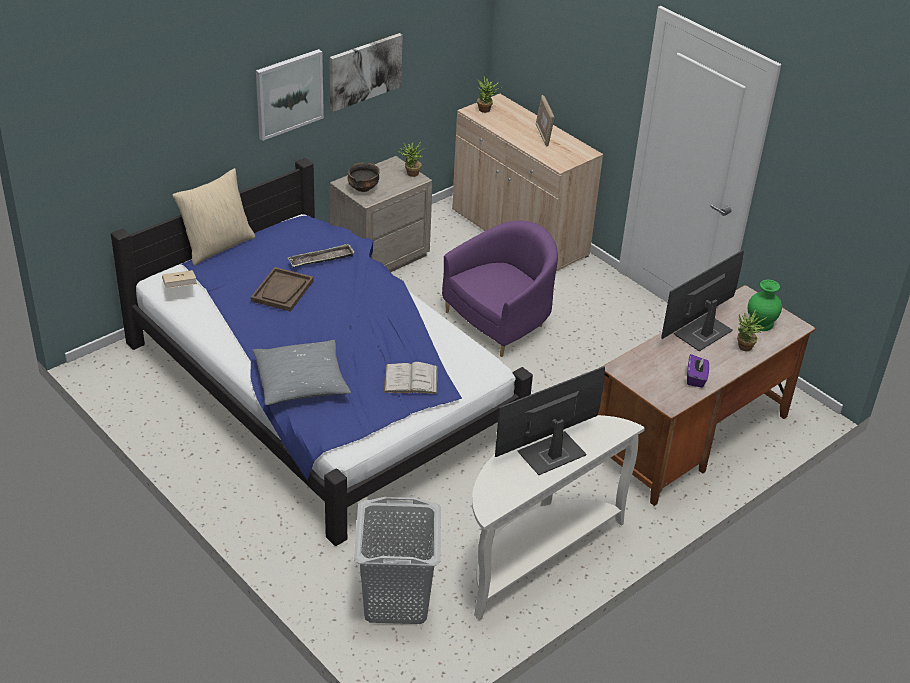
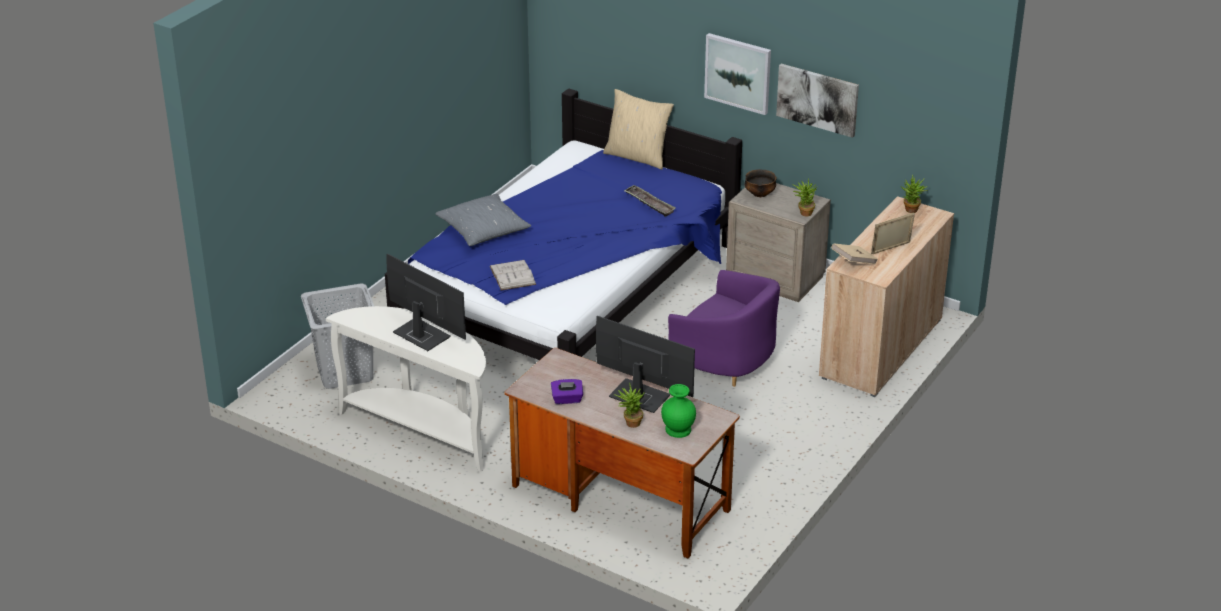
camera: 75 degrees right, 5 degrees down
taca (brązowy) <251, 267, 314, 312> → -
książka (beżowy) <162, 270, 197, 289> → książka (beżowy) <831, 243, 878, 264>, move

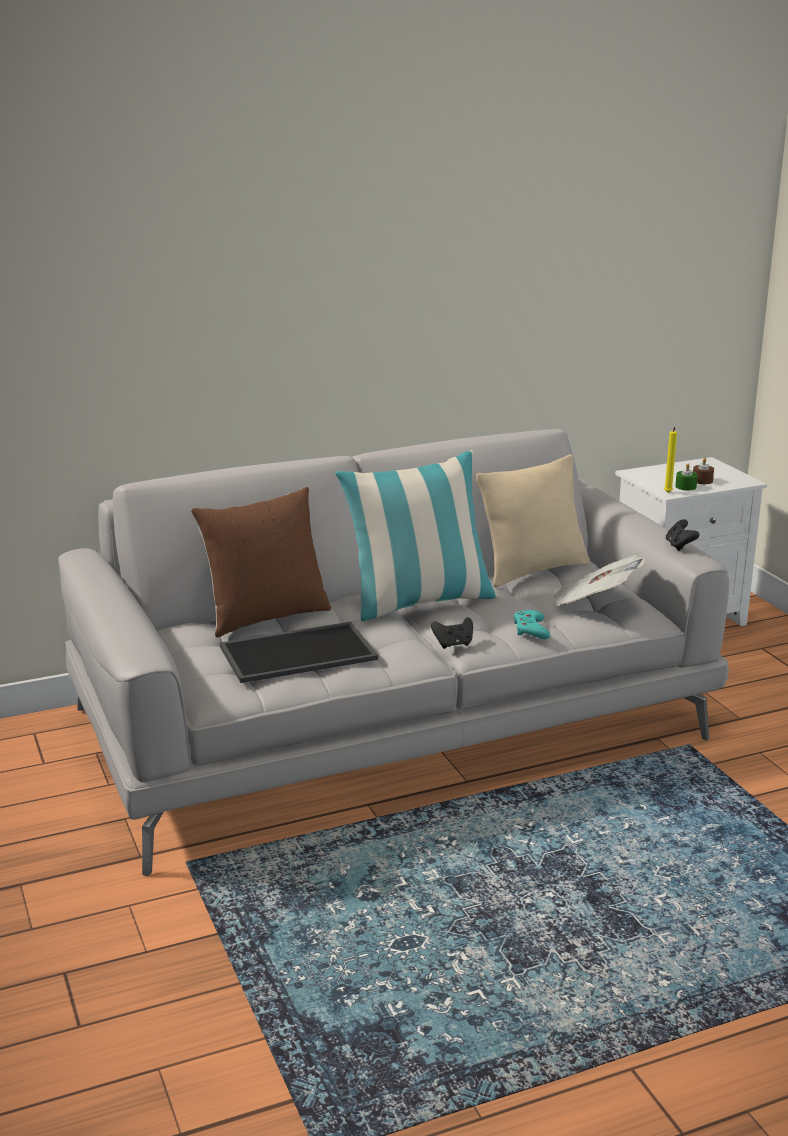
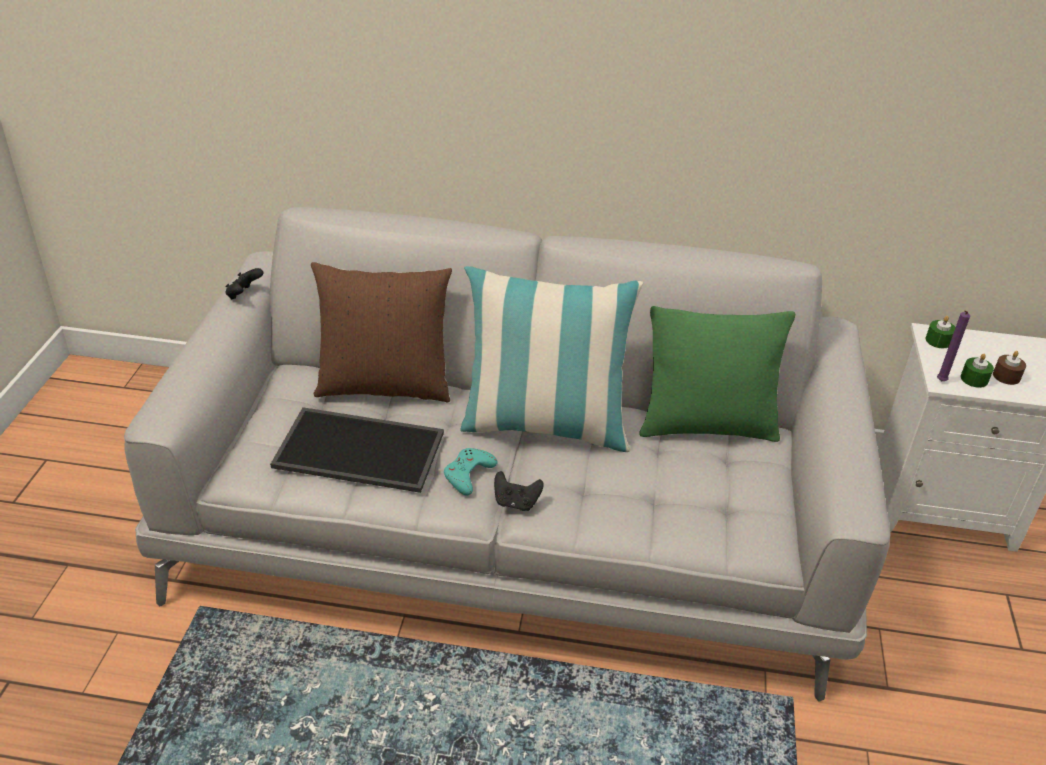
camera: 30 degrees right, 15 degrees up
gazeta <553, 555, 645, 607> → -
- → świeca (zielony) <925, 316, 956, 348>
pad do gier (turkusowy) <514, 610, 550, 639> → pad do gier (turkusowy) <444, 448, 498, 496>, move
pad do gier (czarny) <665, 519, 699, 551> → pad do gier (czarny) <225, 268, 264, 300>, move
poduszka (beżowy) <476, 454, 590, 587> → poduszka (zielony) <639, 306, 795, 442>
świeca (żółty) <664, 427, 677, 493> → świeca (fioletowy) <937, 310, 970, 381>

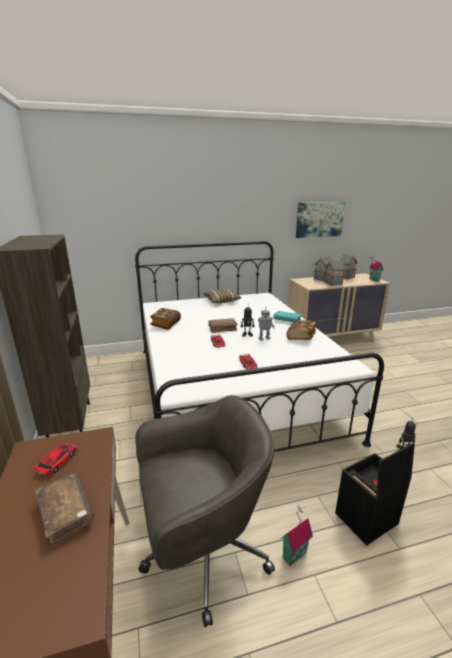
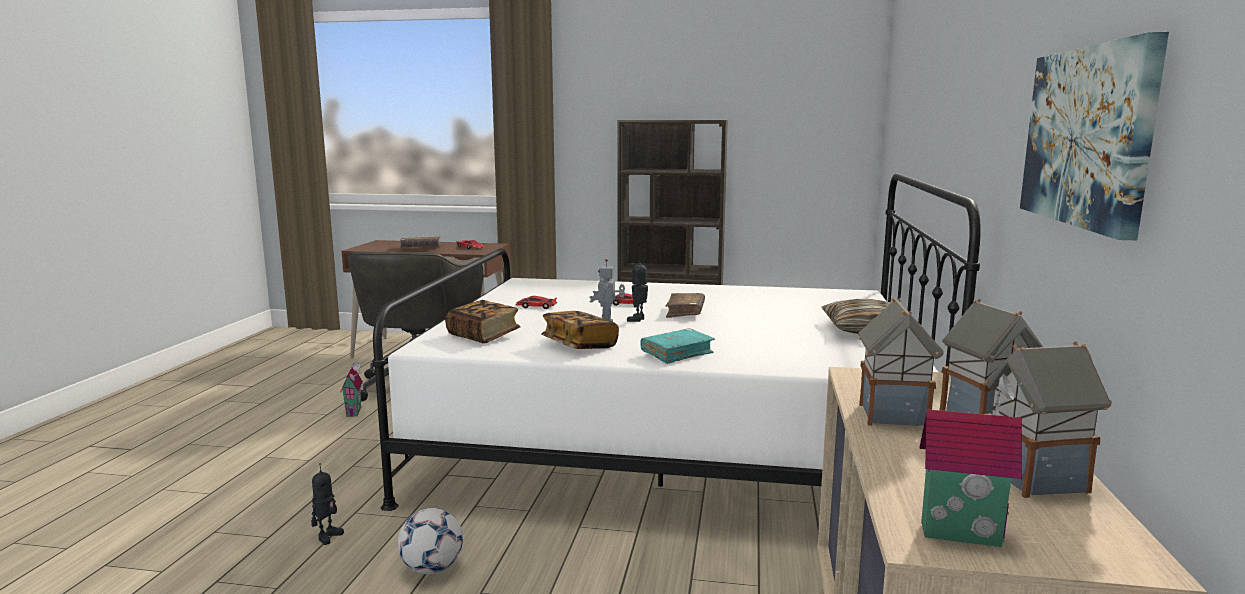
camera: 115 degrees right, 10 degrees down
pojemnik do przechowywania (czarny) <335, 443, 415, 545> → -
- → piłka futbolowa <398, 508, 463, 574>
książka <150, 308, 181, 330> → książka <445, 300, 521, 344>, move

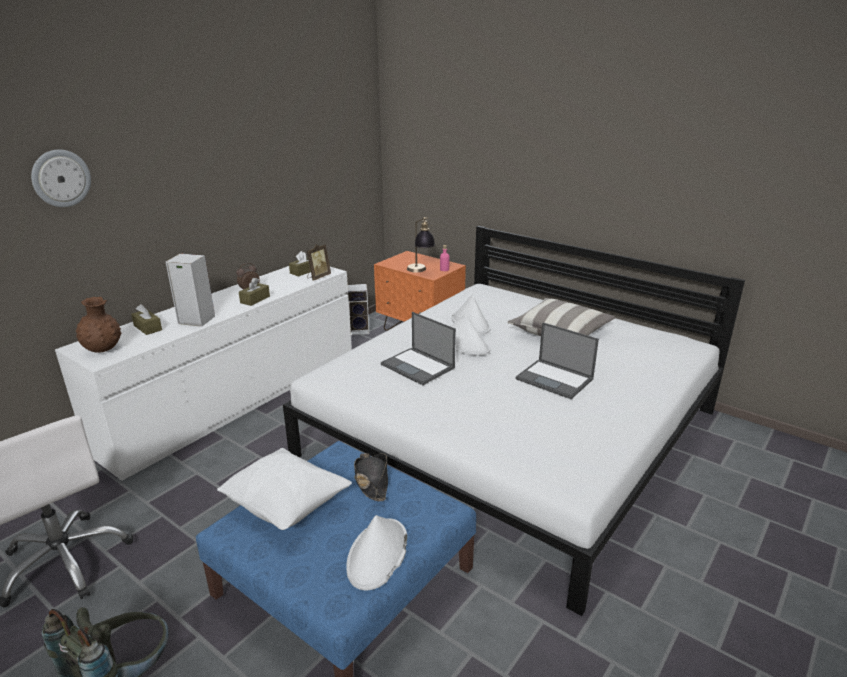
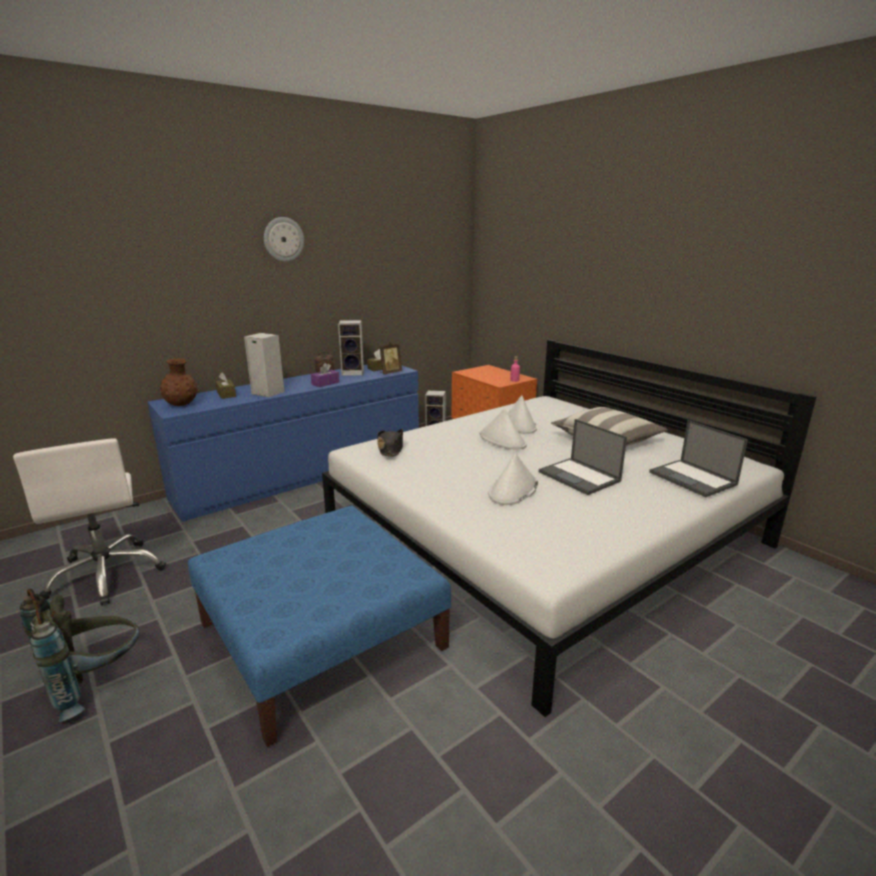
camera: 15 degrees right, 5 degrees down
poduszka (biały) <217, 448, 352, 530> → -
lampa stołowa <407, 217, 435, 272> → -
- → głośnik <338, 320, 364, 376>
zegar ścienny <31, 150, 91, 207> → zegar ścienny <264, 217, 304, 262>, move
kapelusz (biały) <346, 515, 407, 590> → kapelusz (biały) <489, 453, 538, 505>, move
kapelusz (czarny) <354, 453, 388, 501> → kapelusz (czarny) <377, 429, 403, 456>, move
laptop <381, 312, 456, 385> → laptop <649, 420, 748, 497>, move
komoda (biały) <55, 266, 352, 481> → komoda (niebieski) <147, 365, 419, 522>
pudełko chusteczek (brązowy) <239, 278, 270, 306> → pudełko chusteczek (fioletowy) <311, 363, 340, 387>

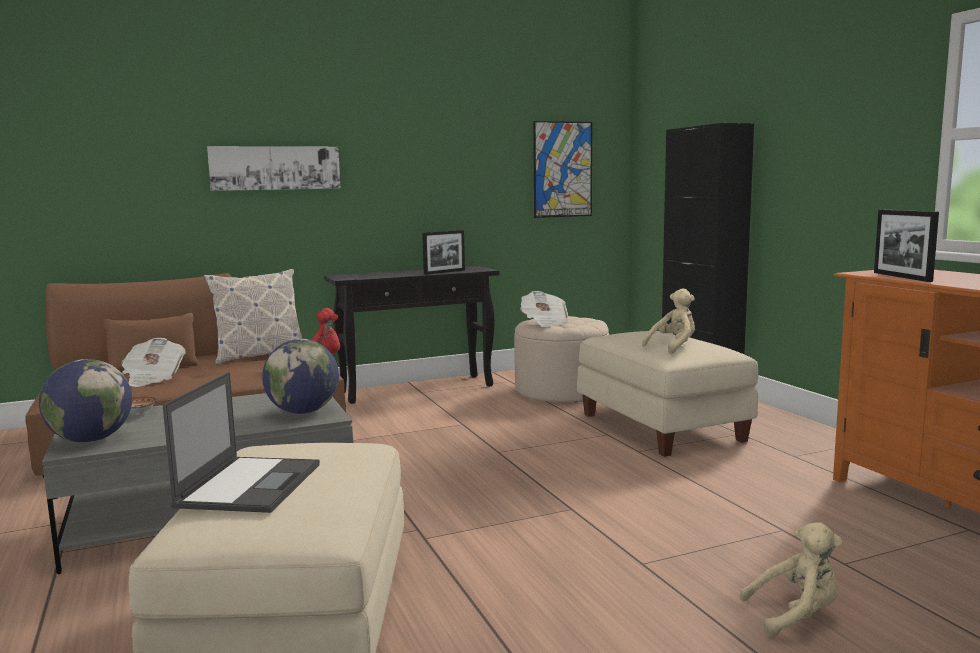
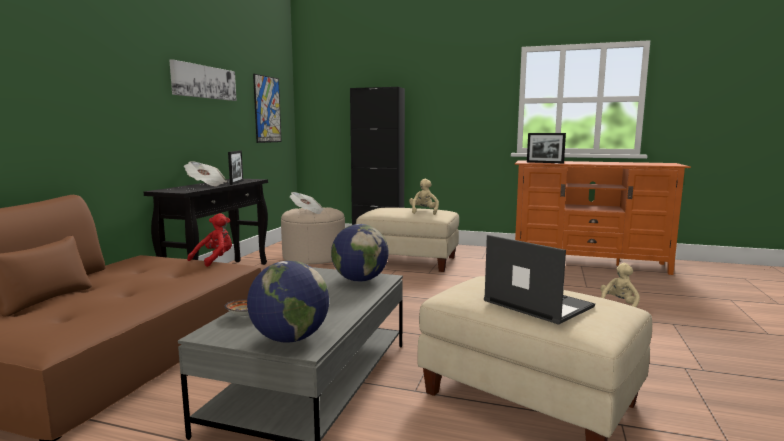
camera: 50 degrees left, 0 degrees up
poduszka <204, 269, 302, 365> → -
gazeta <121, 338, 186, 387> → gazeta <184, 161, 227, 186>, move
obraz <207, 146, 341, 191> → obraz <169, 59, 237, 101>, move

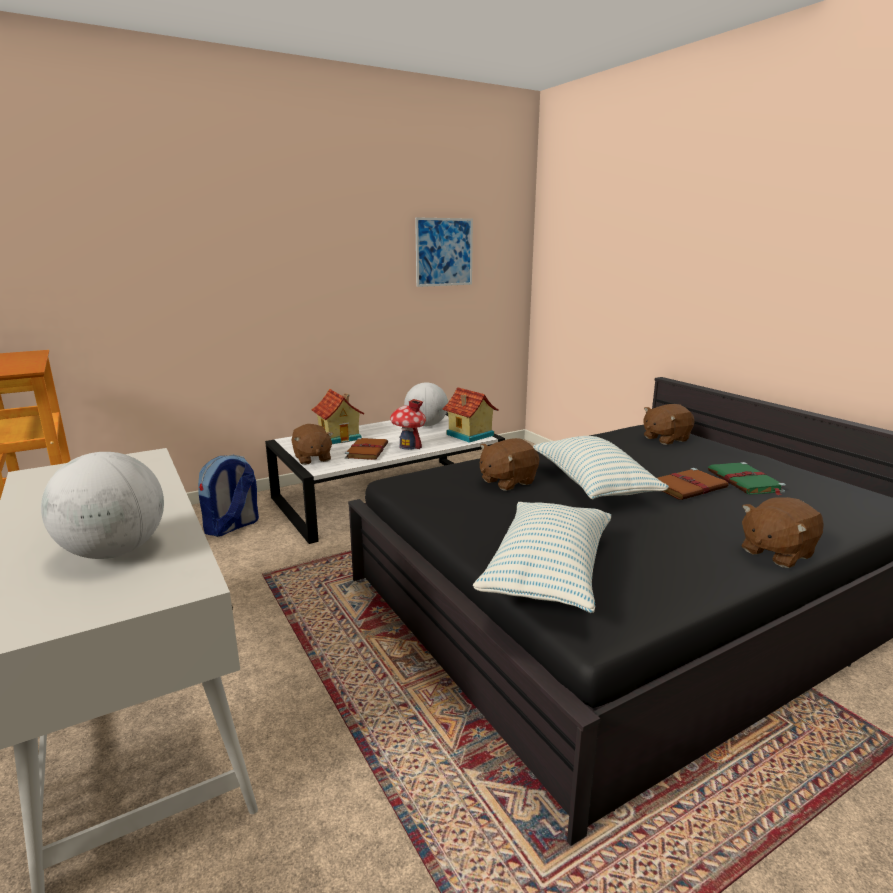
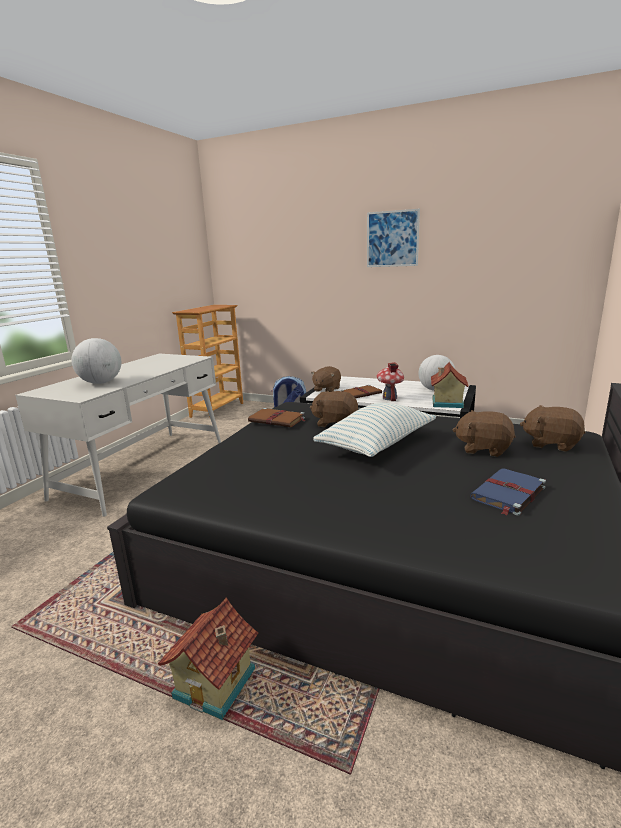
camera: 55 degrees right, 0 degrees up
poduszka <473, 502, 611, 613> → -
domek <311, 389, 364, 444> → domek <158, 598, 258, 720>, move
obraz <415, 217, 473, 287> → obraz <367, 208, 420, 267>, move
książka (brązowy) <657, 468, 729, 500> → książka (brązowy) <248, 408, 305, 427>, move
pluszak (brązowy) <742, 497, 824, 568> → pluszak (brązowy) <453, 410, 516, 457>, move
książka (zielony) <708, 462, 786, 495> → książka (niebieski) <470, 469, 546, 516>

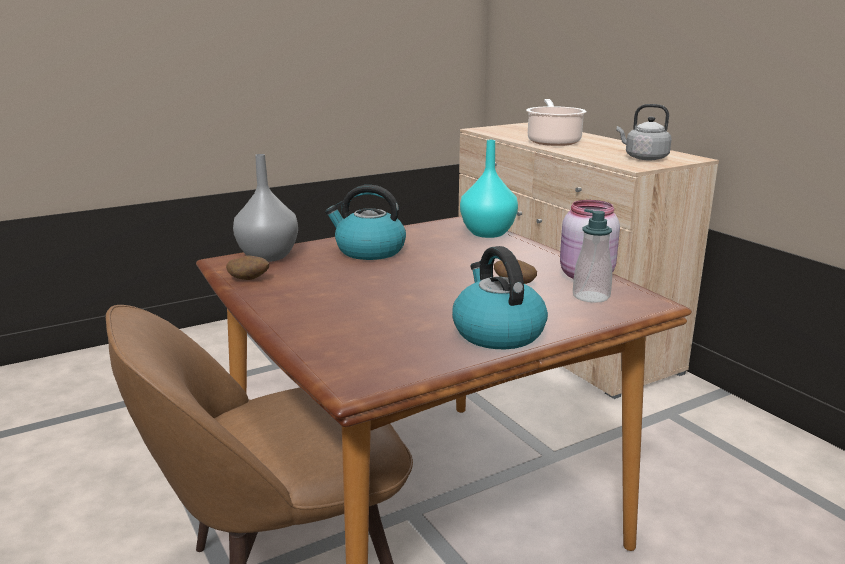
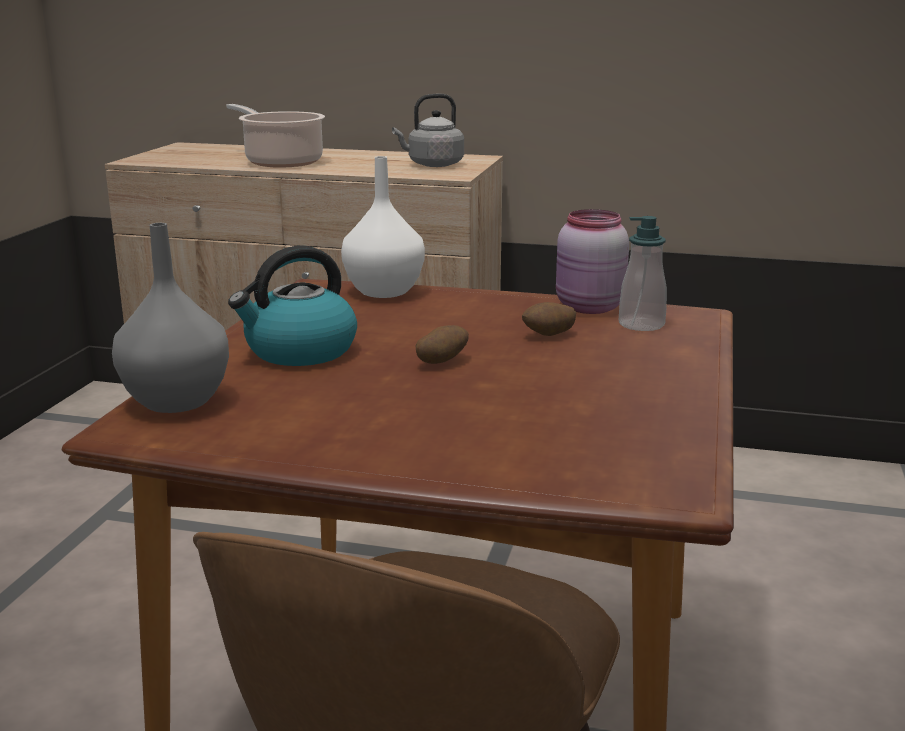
camera: 45 degrees left, 0 degrees up
czajnik <452, 246, 548, 349> → -
ziemniak <226, 256, 269, 280> → ziemniak <416, 325, 469, 364>, move
wazon (turkusowy) <460, 140, 518, 238> → wazon (biały) <341, 156, 425, 298>

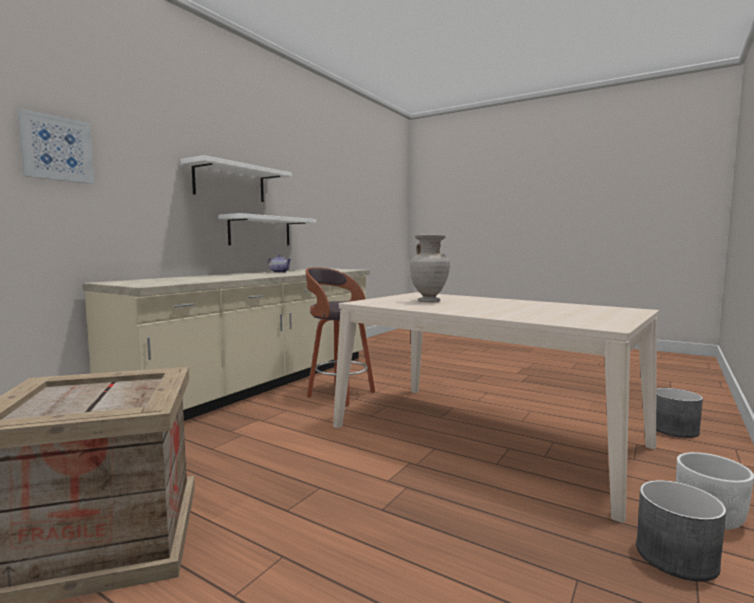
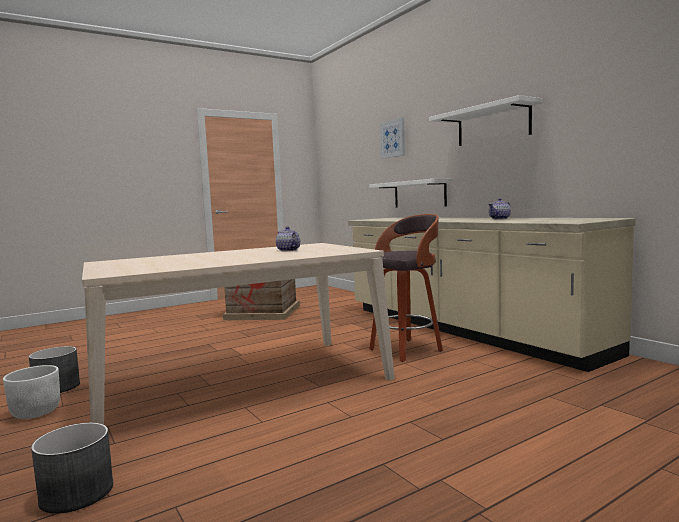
camera: 115 degrees right, 0 degrees up
półka (biały) <218, 213, 316, 245> → półka (biały) <369, 179, 454, 208>, move
wazon (beżowy) <410, 235, 450, 302> → imbryk <276, 226, 300, 251>

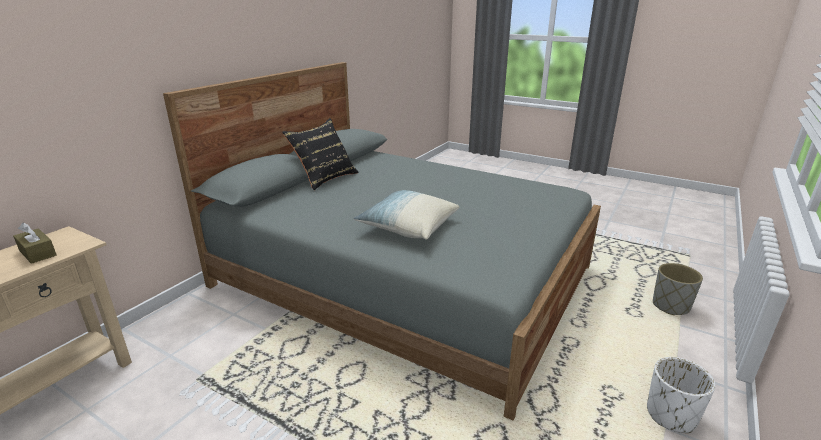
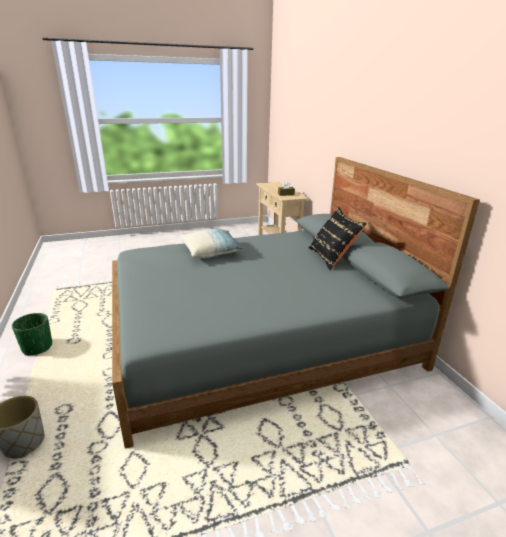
camera: 130 degrees right, 0 degrees up
donica (biały) <647, 357, 716, 433> → donica (zielony) <12, 313, 52, 356>

